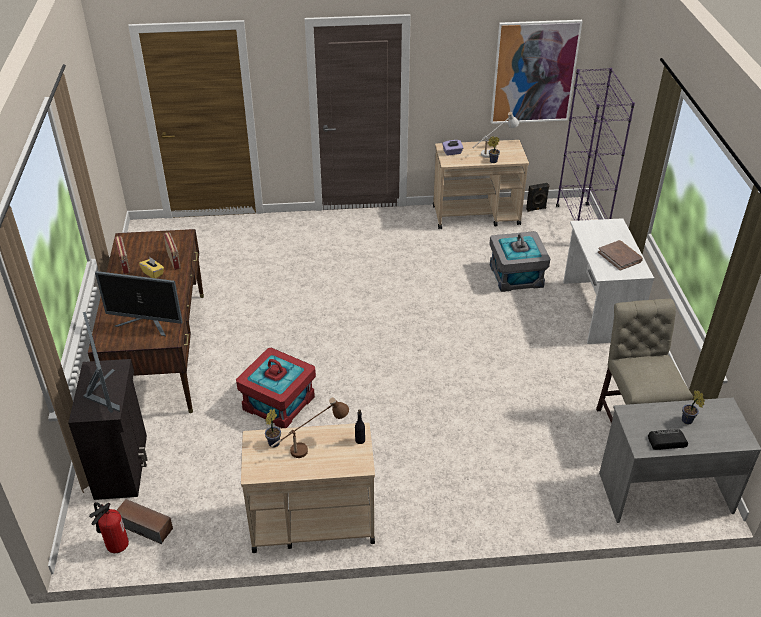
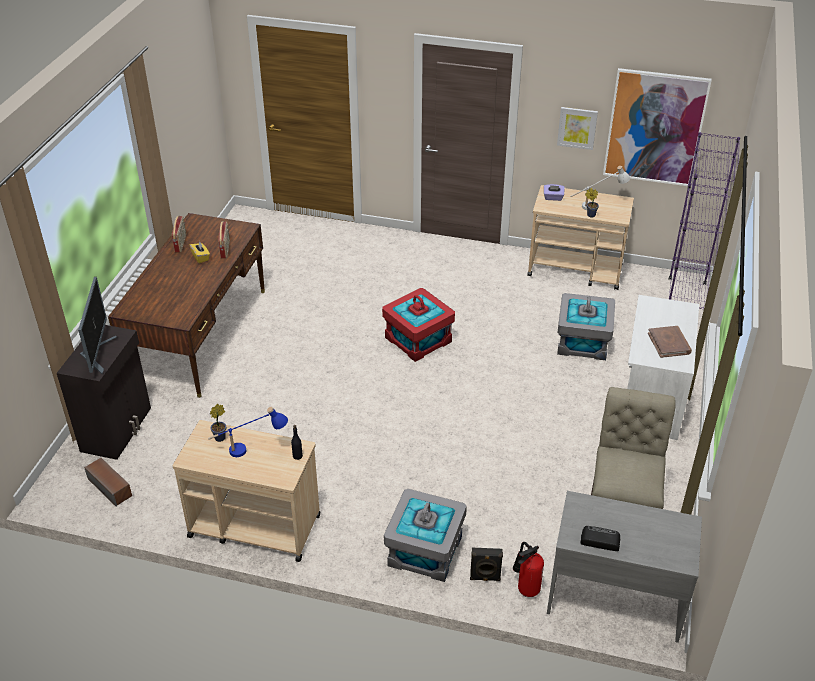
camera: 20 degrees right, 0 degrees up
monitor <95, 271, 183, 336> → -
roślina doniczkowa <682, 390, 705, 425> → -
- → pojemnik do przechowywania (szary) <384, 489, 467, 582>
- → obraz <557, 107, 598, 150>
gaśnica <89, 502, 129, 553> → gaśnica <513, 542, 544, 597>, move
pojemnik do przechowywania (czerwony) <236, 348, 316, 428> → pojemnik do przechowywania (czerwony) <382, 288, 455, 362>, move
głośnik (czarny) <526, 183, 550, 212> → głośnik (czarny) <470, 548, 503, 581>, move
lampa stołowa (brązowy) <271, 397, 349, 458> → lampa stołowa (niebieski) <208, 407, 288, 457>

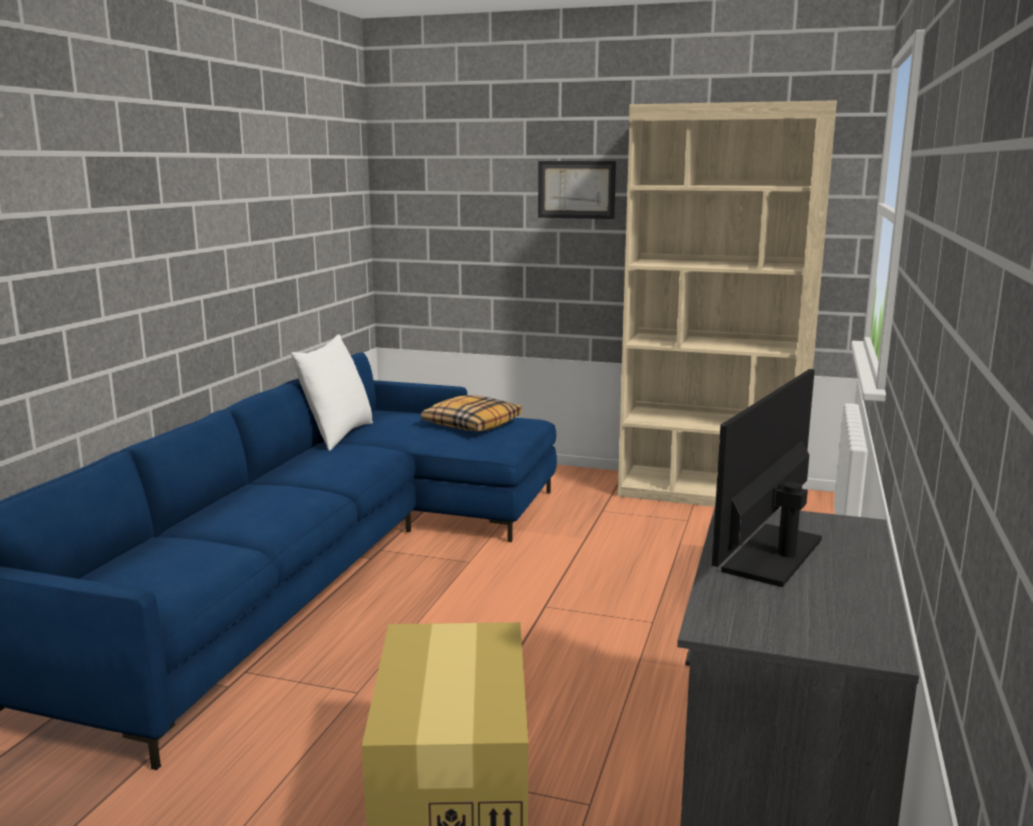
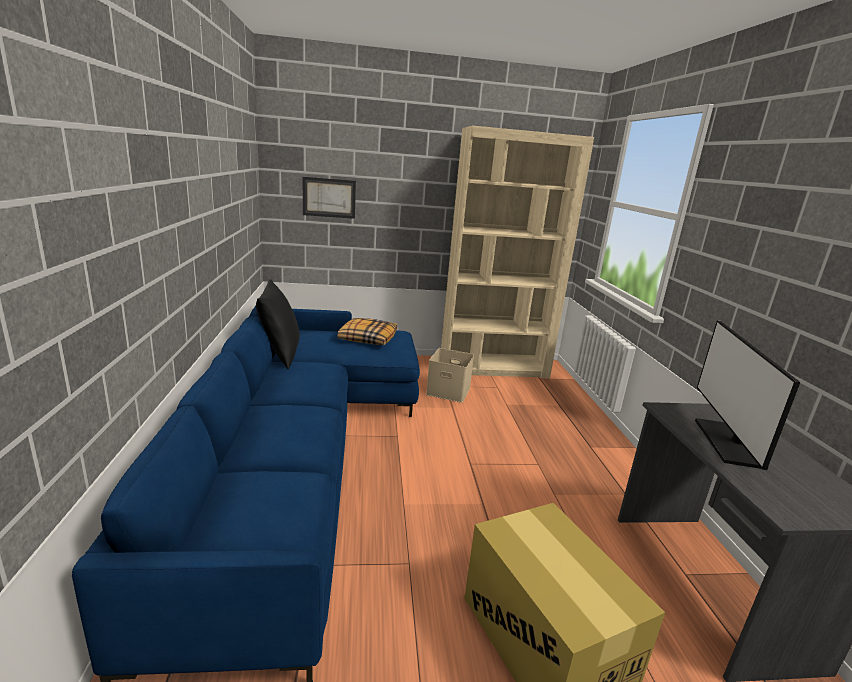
camera: 25 degrees left, 5 degrees up
- → pojemnik do przechowywania (beżowy) <426, 348, 474, 403>
obraz <538, 161, 616, 219> → obraz <303, 177, 356, 219>, move
poduszka (biały) <291, 334, 373, 450> → poduszka (czarny) <256, 279, 300, 369>

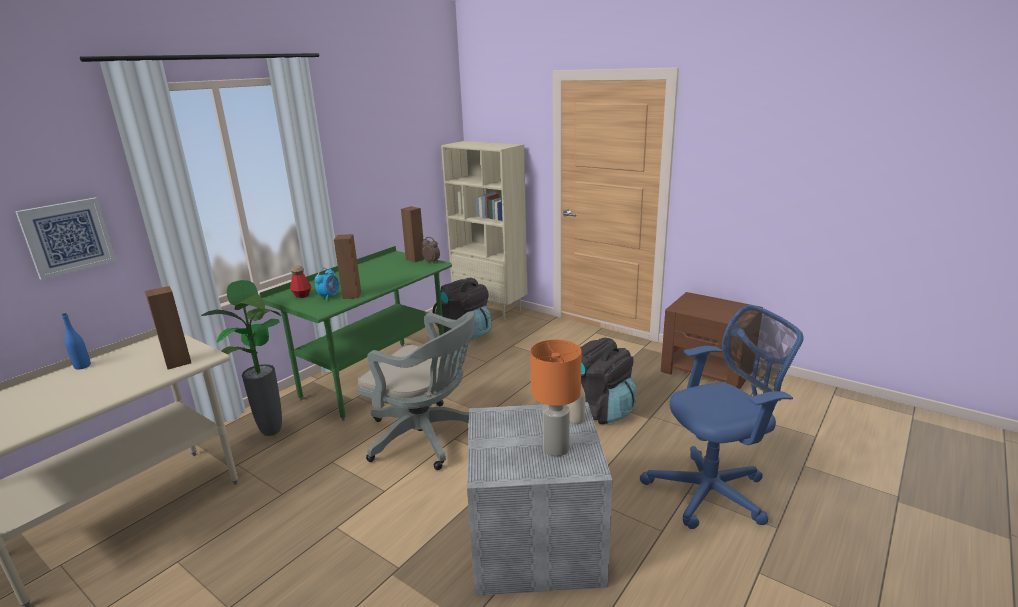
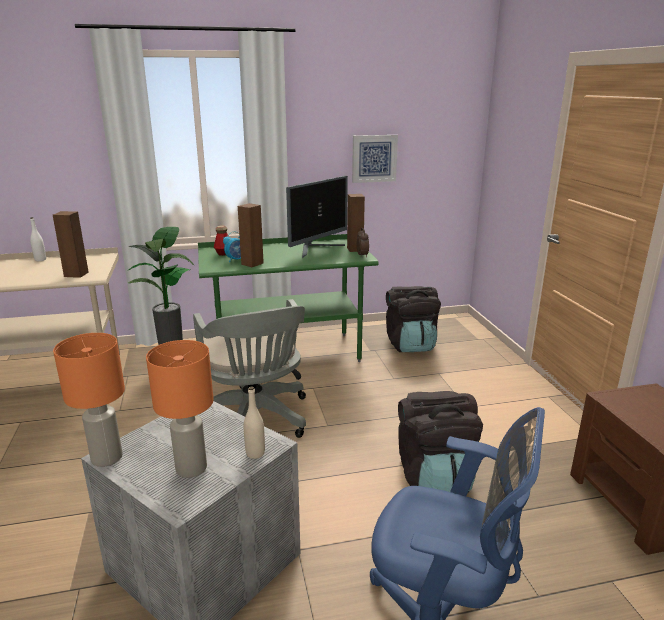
camera: 40 degrees right, 0 degrees up
regał (beżowy) <441, 141, 528, 320> → -
- → lampa stołowa (pomarańczowy) <53, 333, 125, 467>
- → monitor <286, 176, 348, 258>
obraz <15, 198, 116, 280> → obraz <352, 135, 398, 183>, move
butelka (niebieski) <62, 313, 91, 370> → butelka (biały) <30, 217, 46, 261>

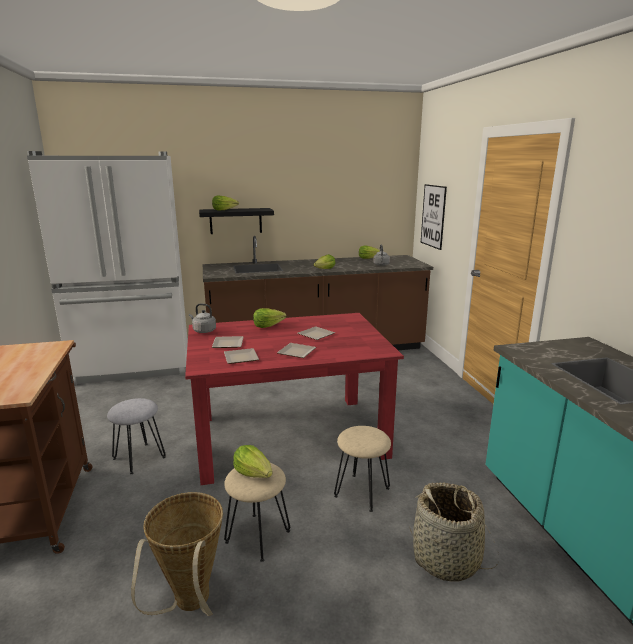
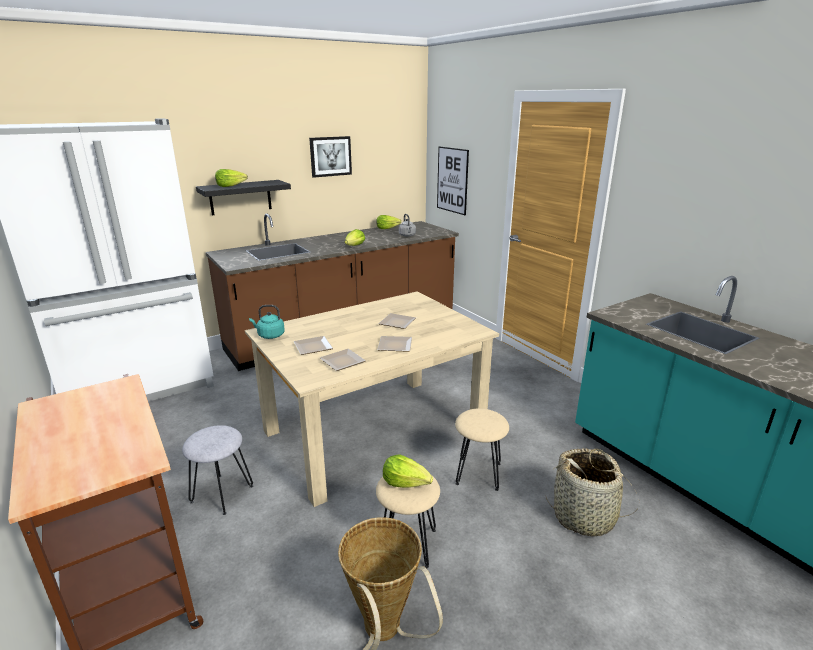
camera: 20 degrees left, 5 degrees up
sałata <253, 308, 287, 328> → -
- → obraz <309, 136, 352, 178>
stół jadalny (czerwony) <185, 313, 404, 485> → stół jadalny (beżowy) <245, 291, 499, 507>
czajnik (szary) <189, 303, 216, 333> → czajnik (turkusowy) <249, 305, 285, 339>

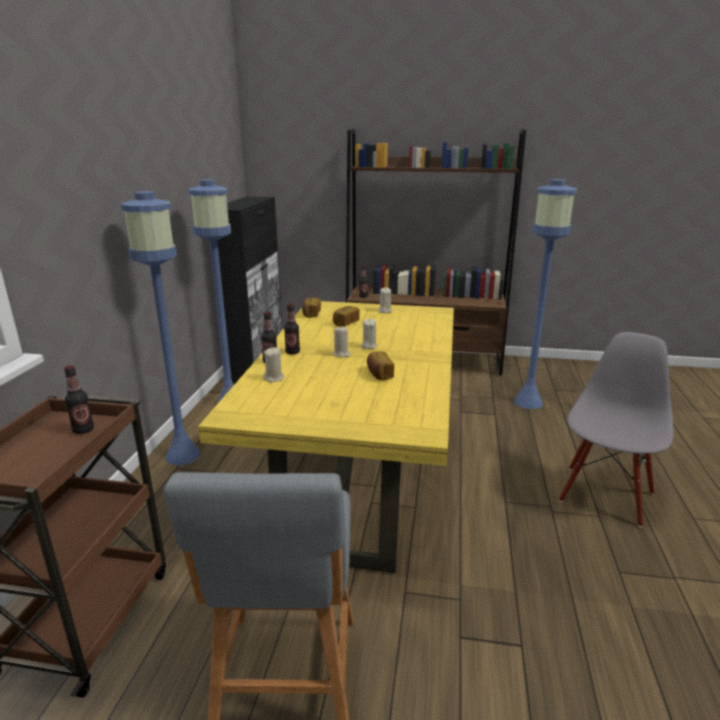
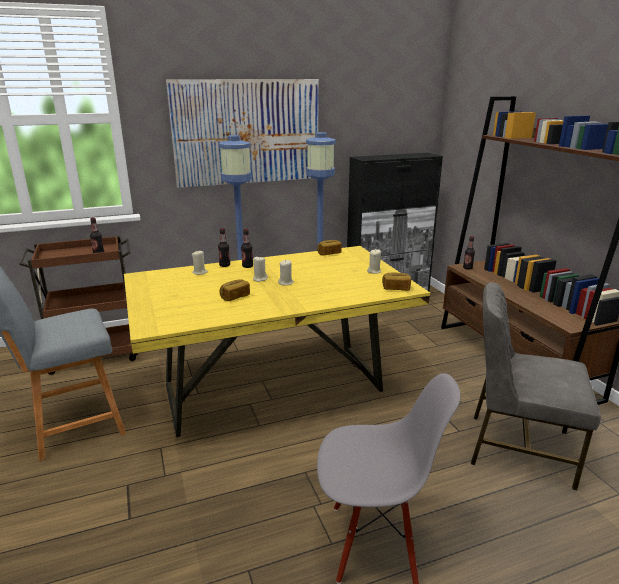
camera: 60 degrees right, 0 degrees up
- → obraz <166, 79, 319, 188>
chleb <333, 306, 360, 326> → chleb <382, 273, 411, 291>, move
lampa stojąca (niebieski) <514, 179, 577, 409> → krzesło (szary) <471, 282, 601, 490>

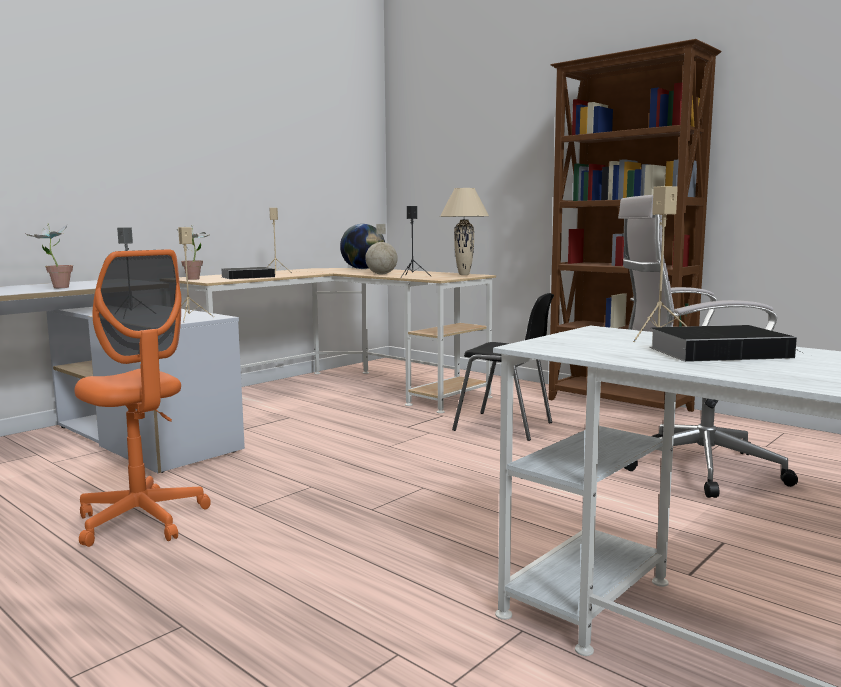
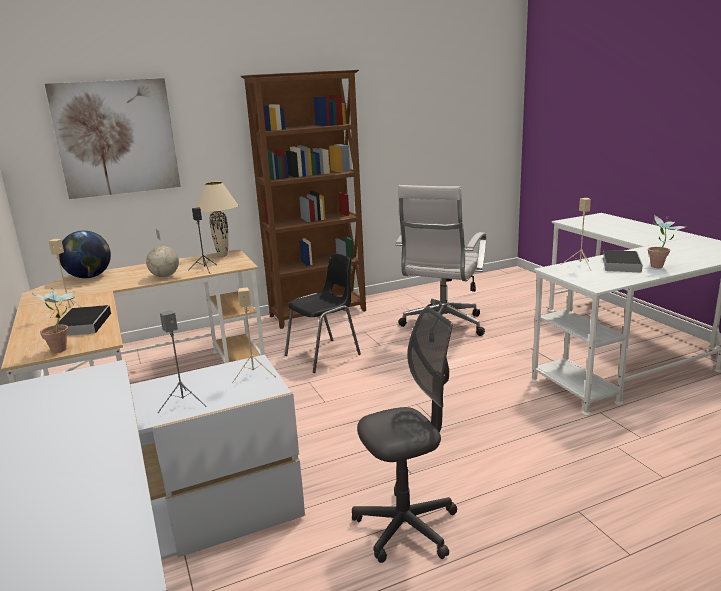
camera: 65 degrees left, 10 degrees up
- → obraz <45, 78, 181, 199>
roślina doniczkowa <26, 223, 73, 288> → roślina doniczkowa <648, 215, 687, 268>, move
krzesło biurowe (pomarańczowy) <74, 249, 211, 547> → krzesło biurowe (szary) <352, 307, 457, 563>

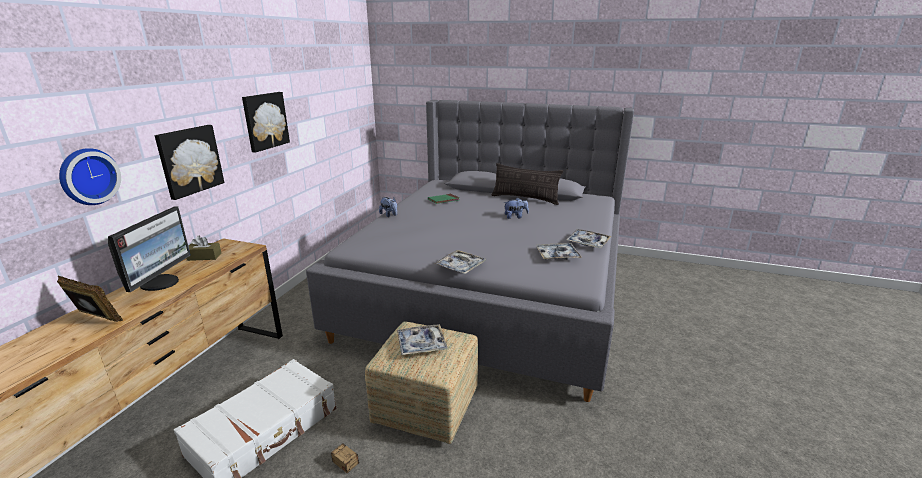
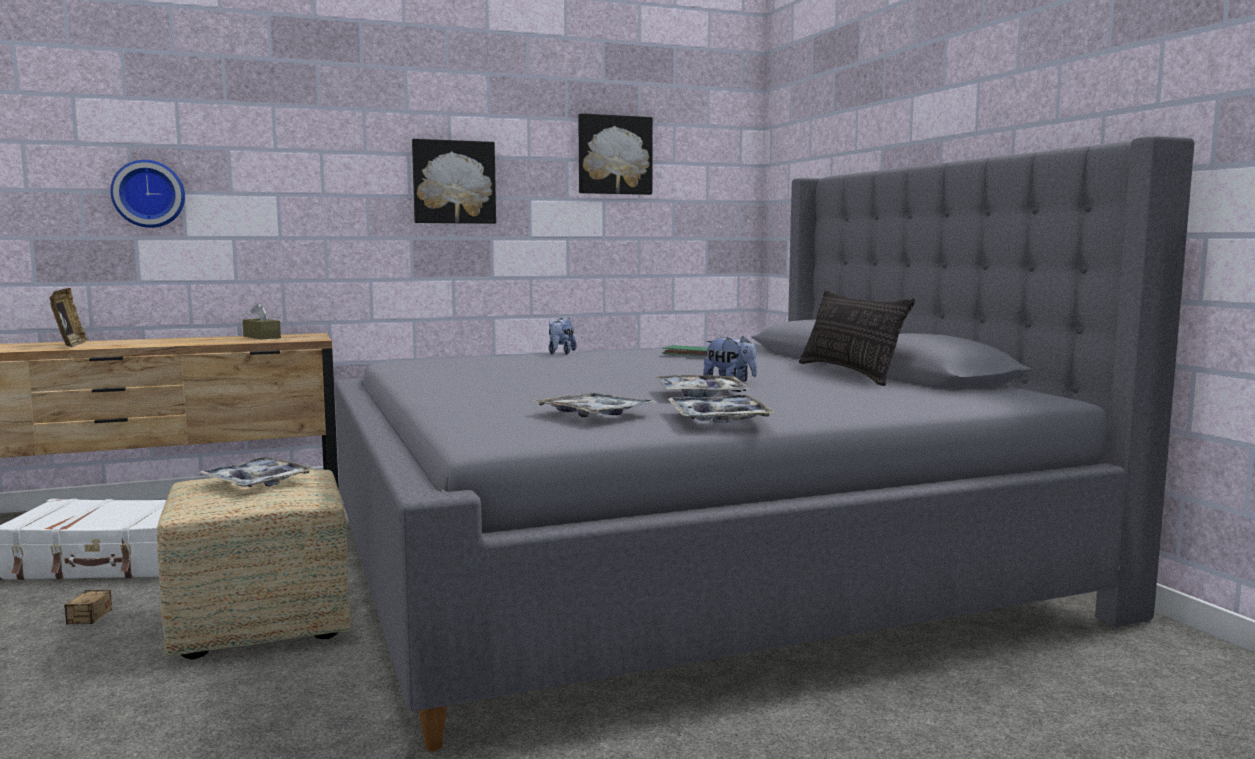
camera: 50 degrees right, 15 degrees down
monitor <108, 206, 191, 292> → -
obraz <154, 125, 224, 200> → obraz <578, 113, 653, 195>, move
taca <434, 250, 486, 274> → taca <657, 375, 750, 398>, move

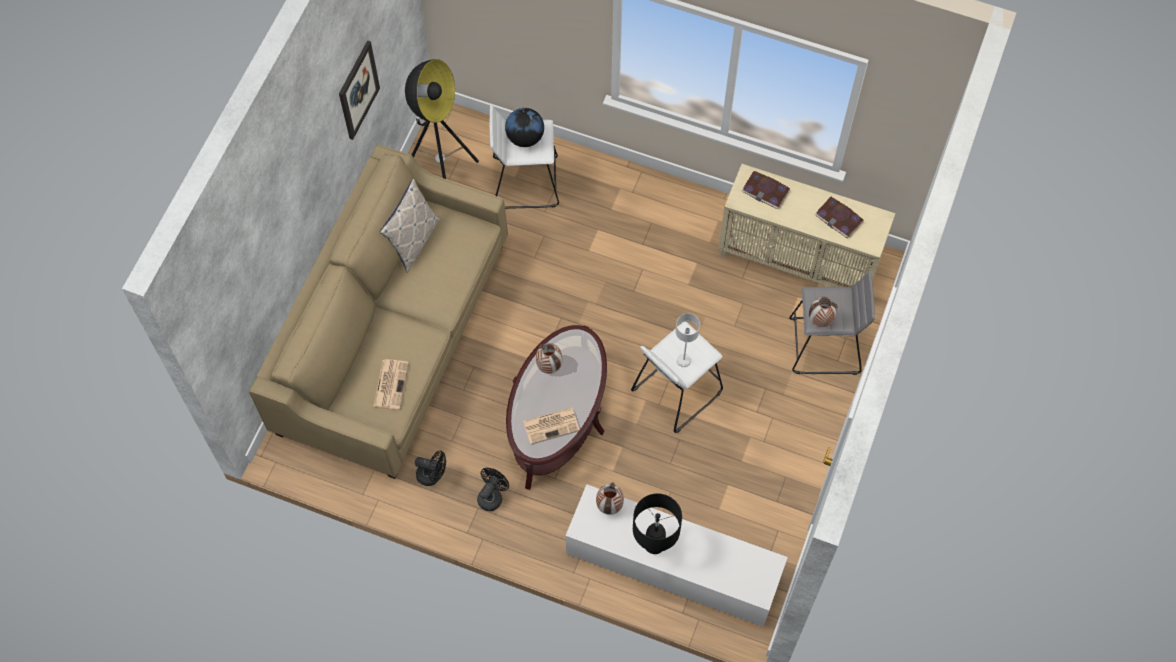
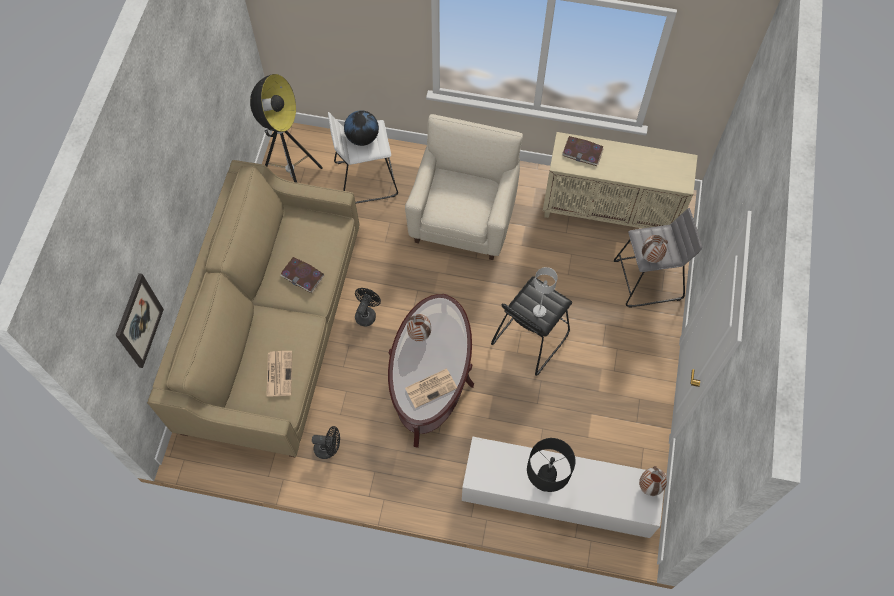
camera: 10 degrees left, 0 degrees up
poduszka <380, 178, 440, 273> → -
- → fotel (beżowy) <405, 114, 523, 260>
obraz <339, 41, 380, 140> → obraz <115, 273, 164, 368>, move
wentylator (czarny) <477, 468, 509, 511> → wentylator (czarny) <355, 288, 381, 326>, move
wazon <596, 483, 624, 515> → wazon <639, 466, 667, 496>, move
książka <815, 197, 863, 239> → książka <280, 257, 324, 293>, move
stołek (biały) <631, 321, 723, 433> → stołek (czarny) <491, 276, 572, 376>

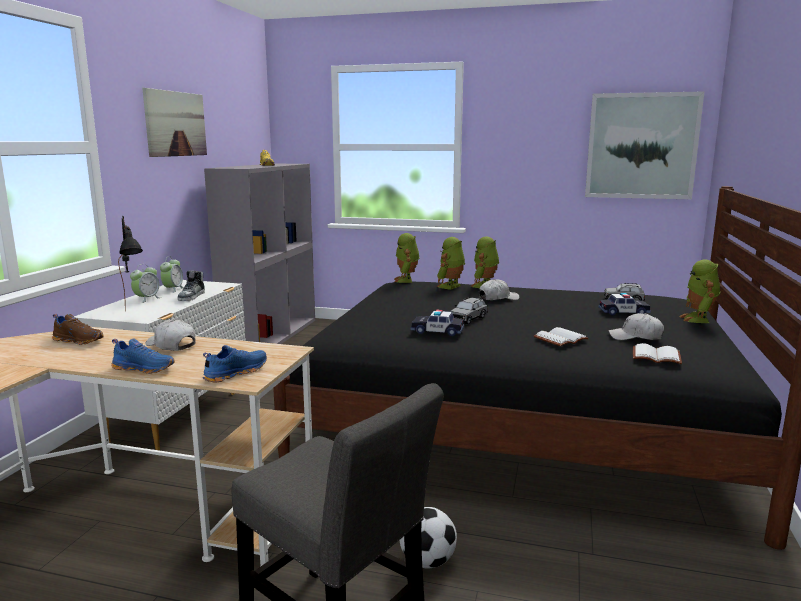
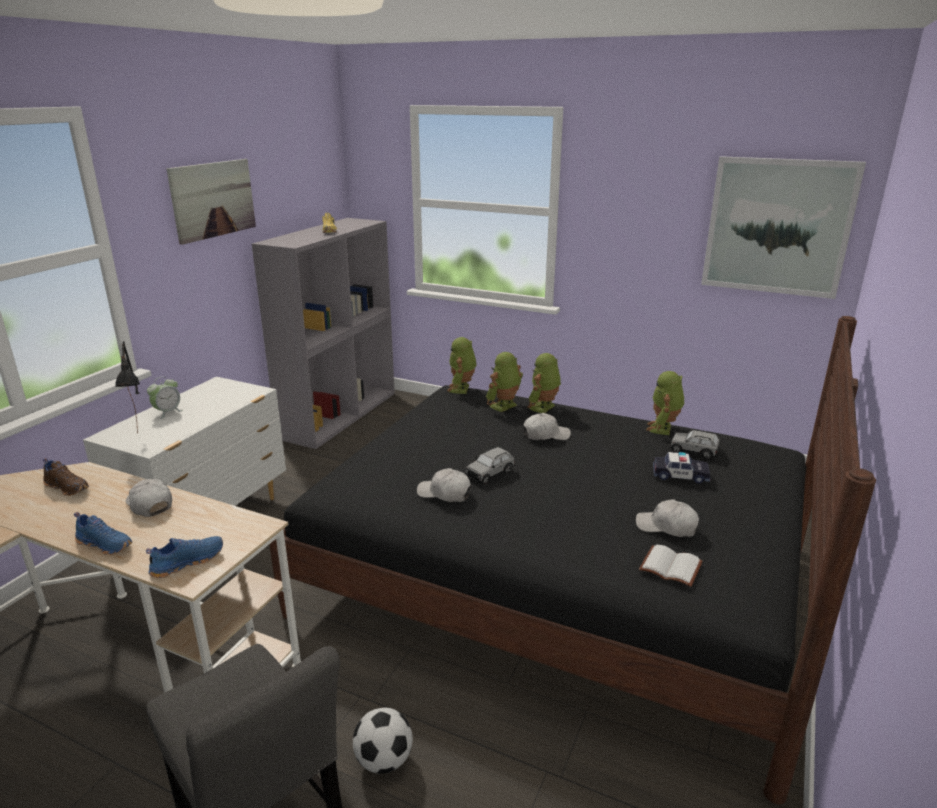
camera: 10 degrees right, 10 degrees up
budzik <160, 256, 184, 293> → -
but <178, 270, 205, 301> → -
książka (biały) <533, 327, 589, 346> → -
robot zabawkowy <680, 260, 720, 323> → robot zabawkowy <647, 371, 684, 435>, move
samochodzik <411, 310, 464, 336> → czapka z daszkiem (biały) <417, 468, 471, 502>

